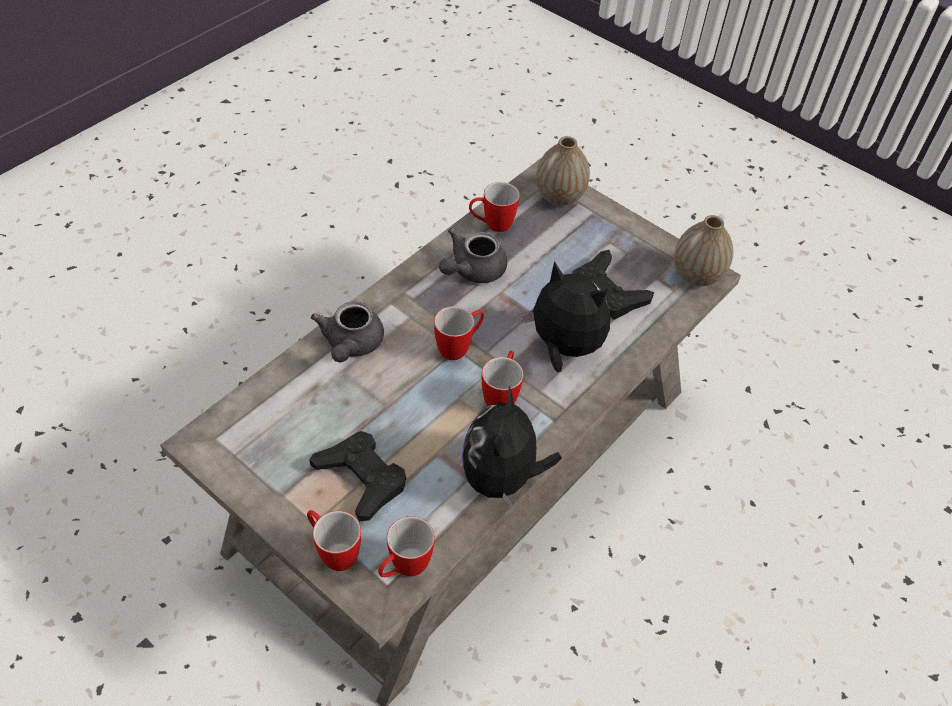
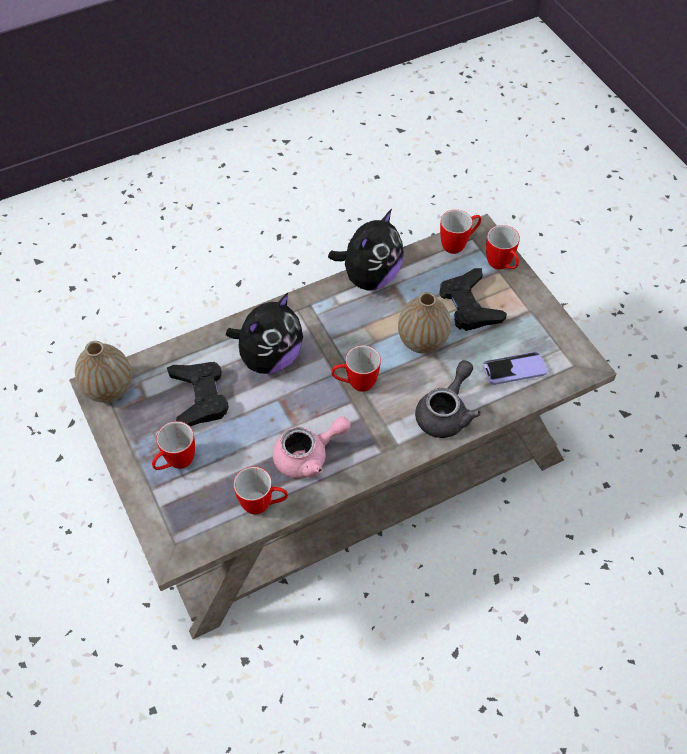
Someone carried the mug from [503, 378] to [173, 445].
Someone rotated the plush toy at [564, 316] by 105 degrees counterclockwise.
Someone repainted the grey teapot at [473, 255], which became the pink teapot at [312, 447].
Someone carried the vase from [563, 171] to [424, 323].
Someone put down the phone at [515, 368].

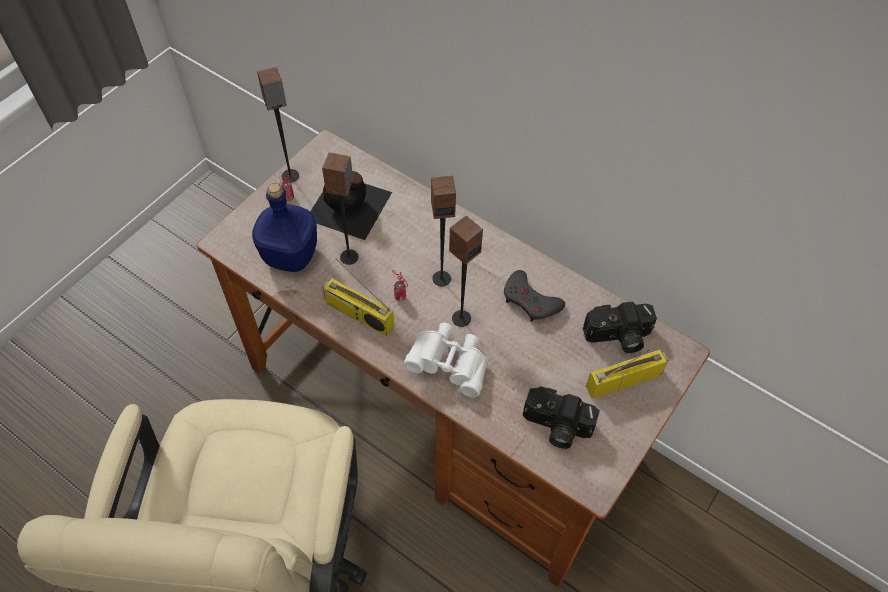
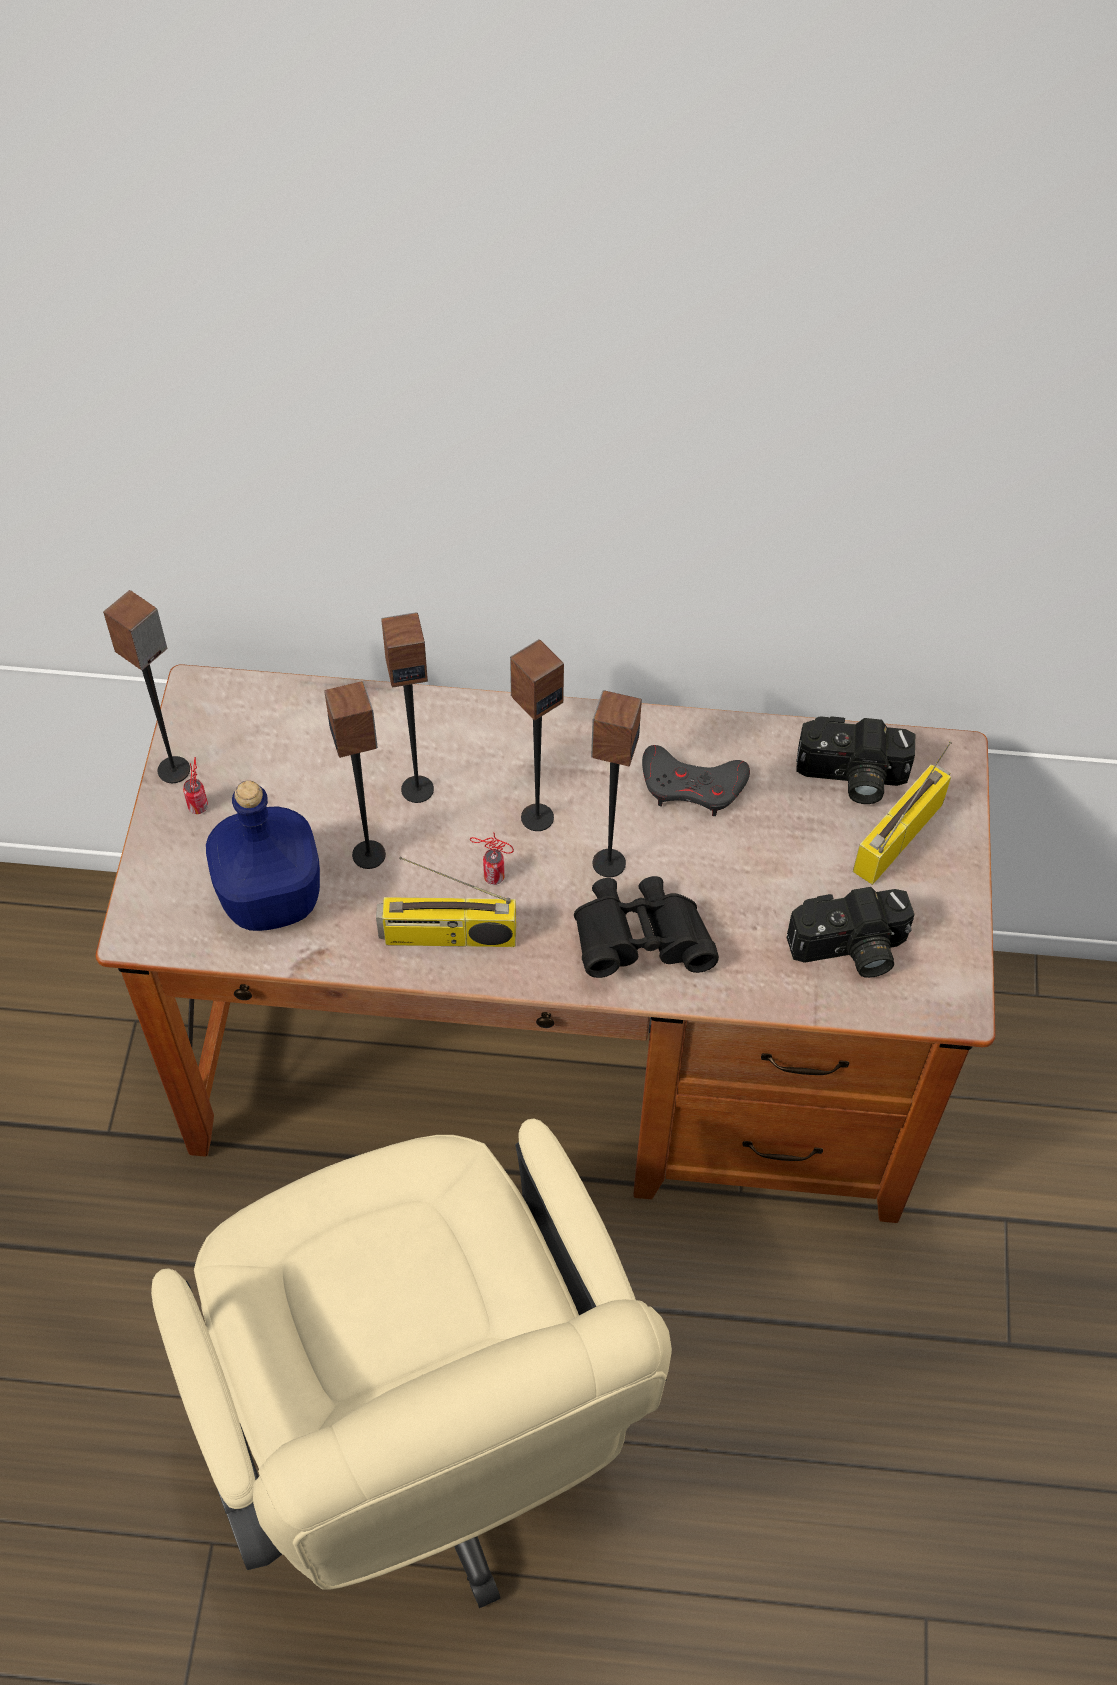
Someone put down the speaker at [407, 707].
Someone repainted the white binoculars at [446, 360], which became the black binoculars at [646, 927].
Someone rotated the photo camera at [620, 327] by 45 degrees clockwise.
Someone took away the black bottle at [351, 205].

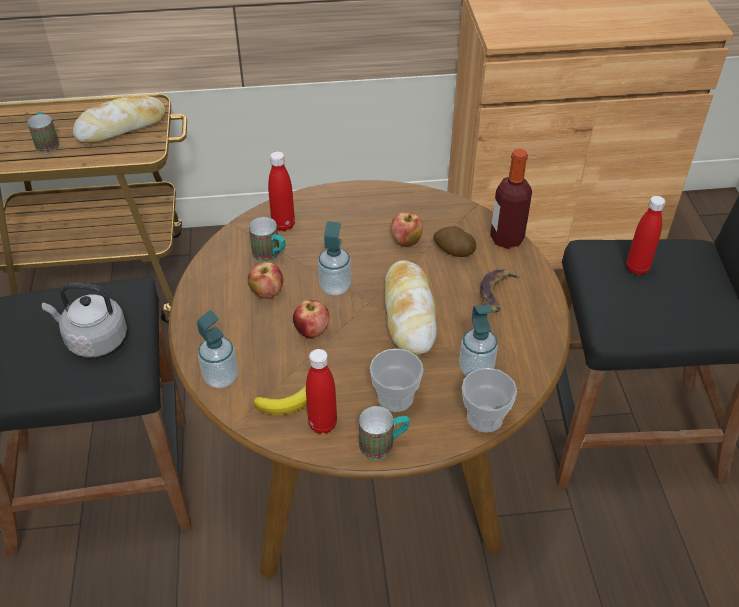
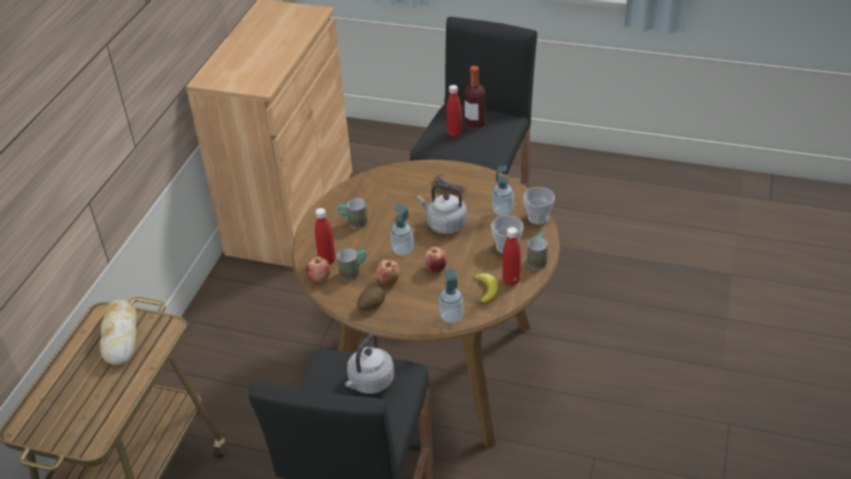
Someone carried the apple from [407, 229] to [318, 270].
Someone carried the mug from [44, 132] to [353, 213].
Someone carried the potato from [454, 241] to [371, 298].
Someone swapped the bread at [411, 307] for the grey kettle at [442, 209].
Someone carried the bottle from [511, 199] to [474, 97].

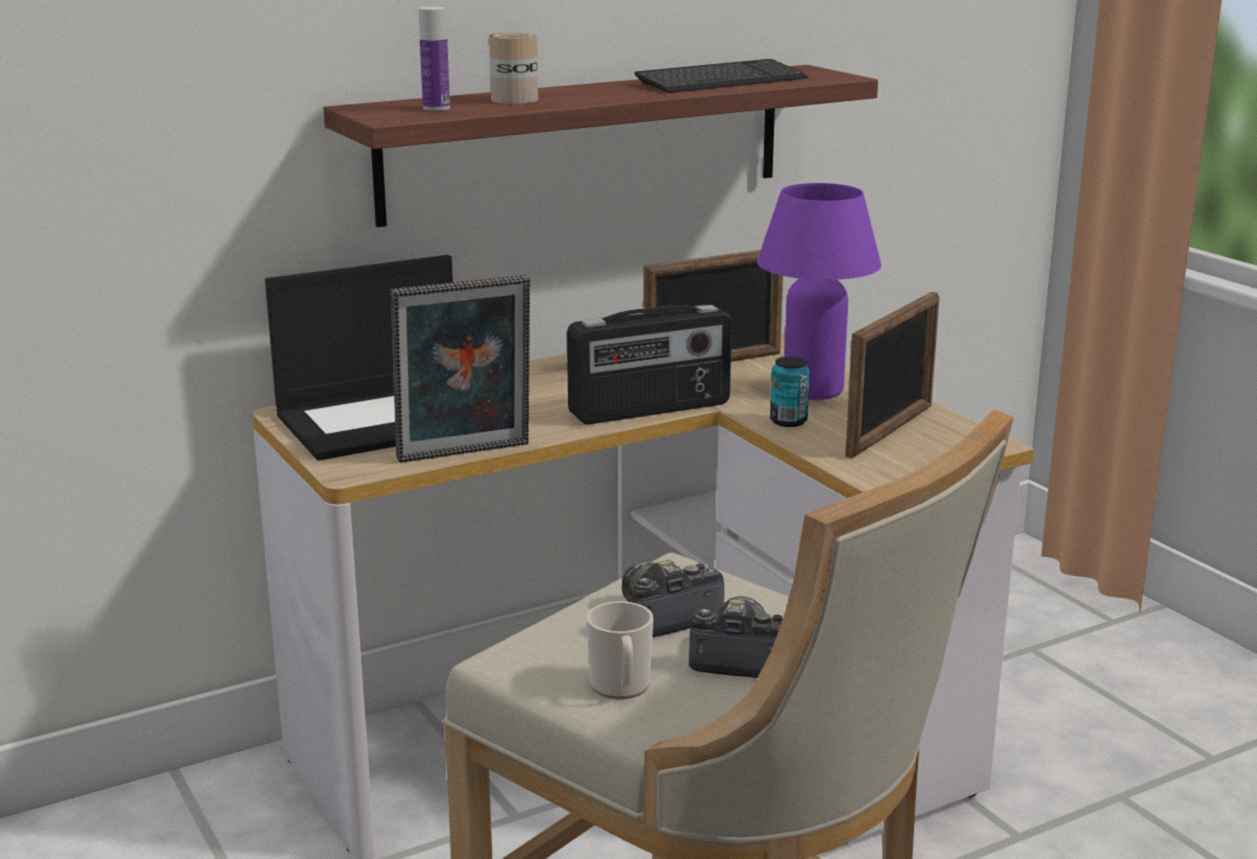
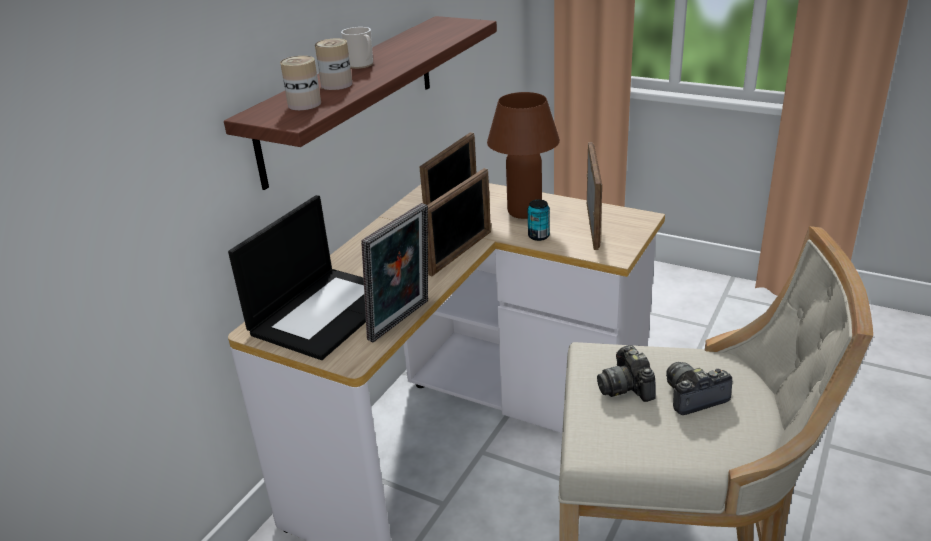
Someone swapped the bottle at [434, 59] for the can at [300, 83].
Someone carried the mug from [619, 650] to [357, 48].
Someone swapped the radio at [649, 364] for the picture frame at [459, 222].
Someone repainted the purple table lamp at [819, 291], which became the brown table lamp at [523, 155].
Someone rotated the photo camera at [673, 598] by 45 degrees counterclockwise.
Someone took away the keyboard at [721, 76].

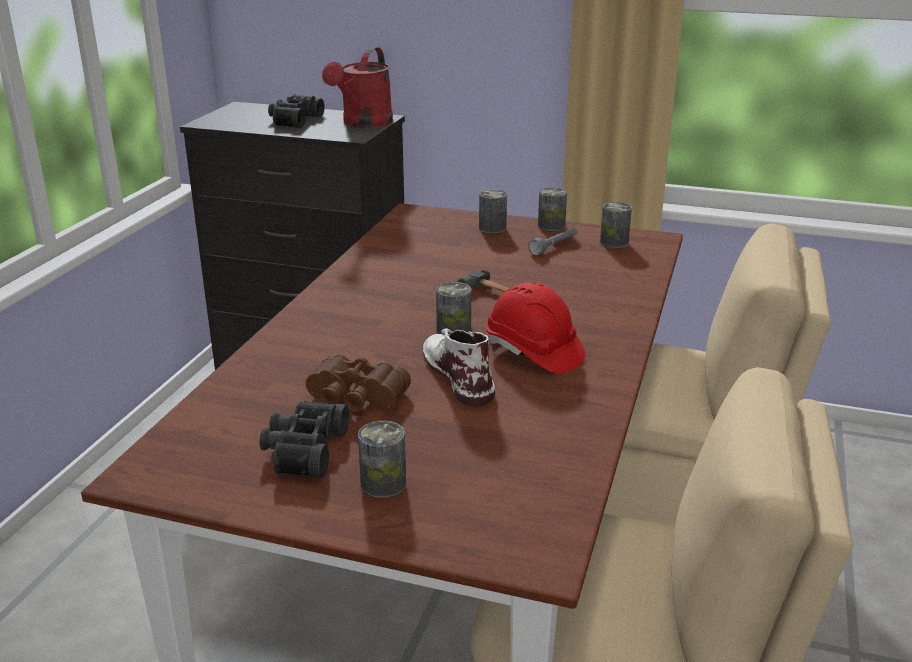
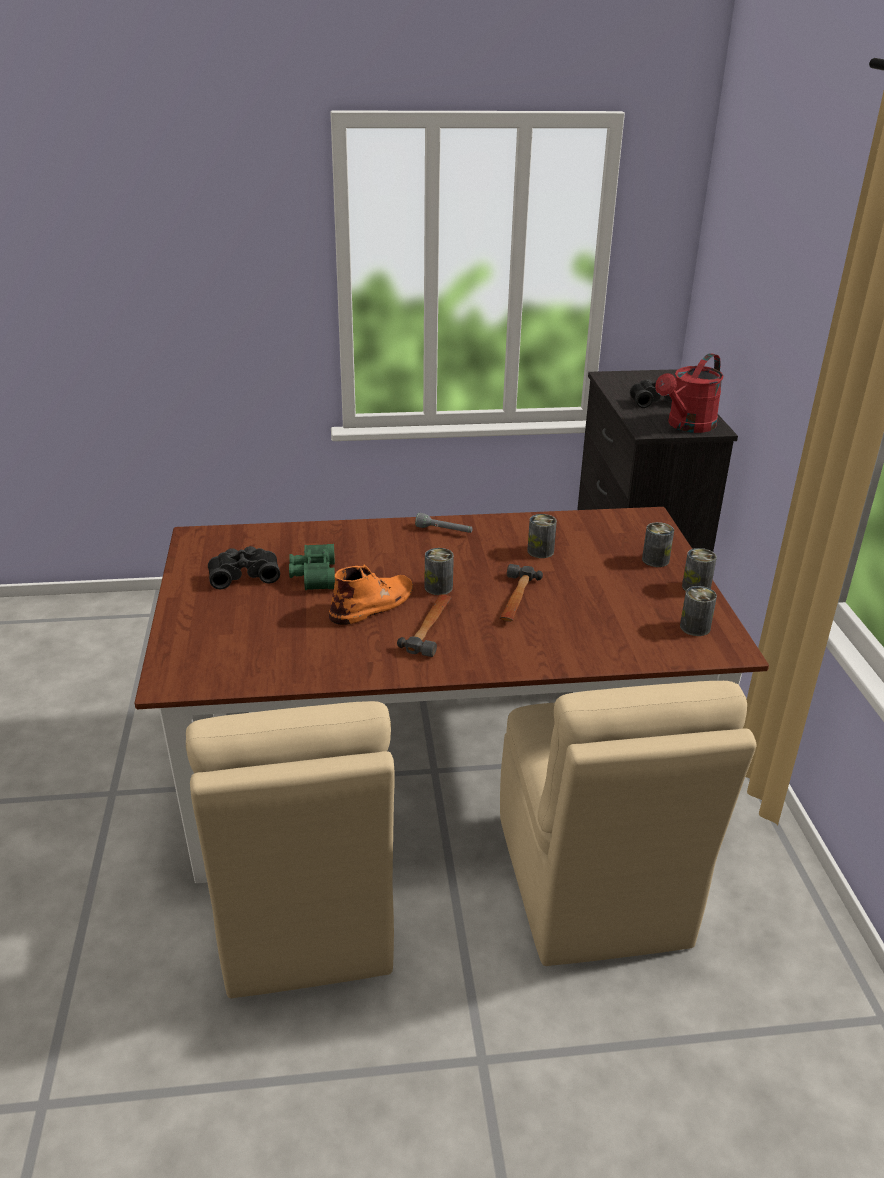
Someone repainted the brown binoculars at [358, 383], which became the green binoculars at [312, 567].
Someone repainted the white boot at [459, 367], which became the orange boot at [371, 594].
Someone swapped the red hard hat at [536, 328] for the hammer at [424, 625].
Someone carried the grey flashlight from [553, 241] to [444, 523].
Someone carried the can from [382, 459] to [542, 536].
Someone rotated the red watering can at [357, 87] by 45 degrees counterclockwise.

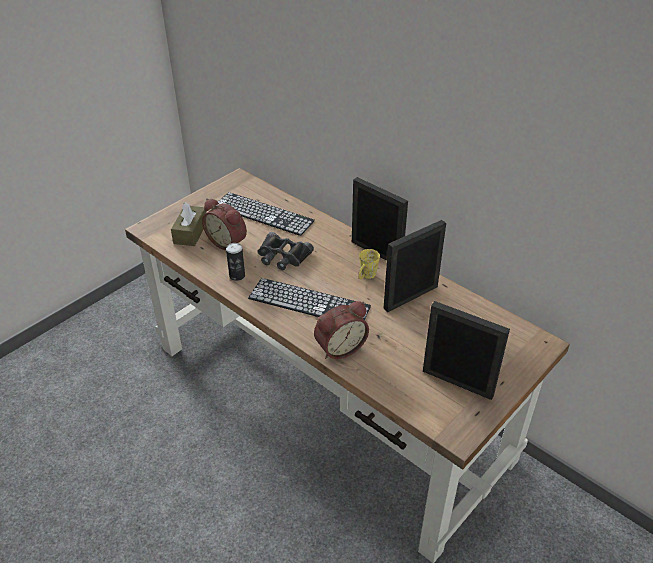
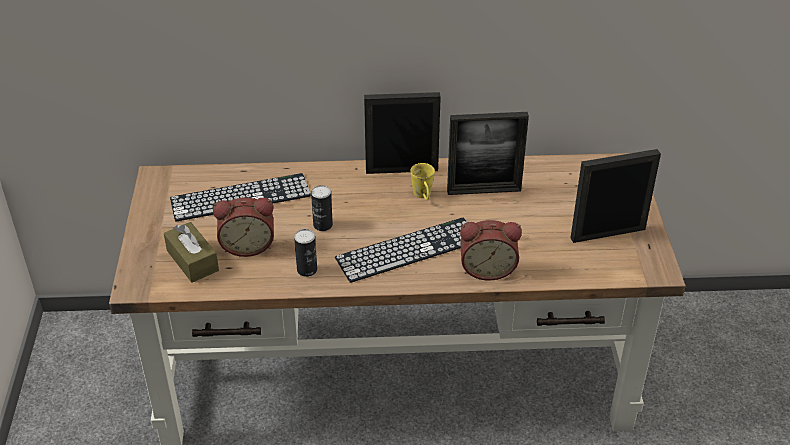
Someone swapped the black binoculars at [286, 251] for the can at [322, 208].
Someone rotated the picture frame at [414, 266] by 105 degrees counterclockwise.
Someone rotated the alarm clock at [341, 330] by 75 degrees clockwise.

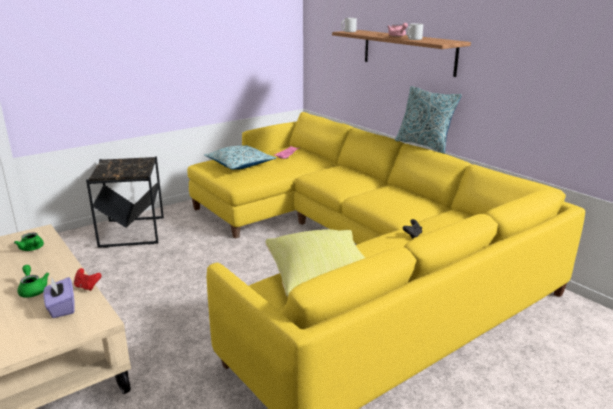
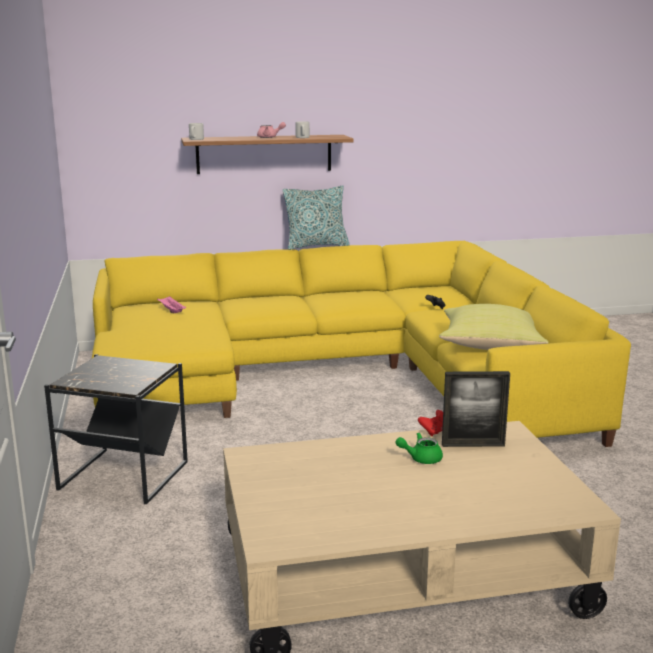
Someone swapped the purple tissue box at [59, 297] for the picture frame at [476, 409].
Someone took away the green teapot at [29, 242].
Someone took away the pillow at [240, 157].

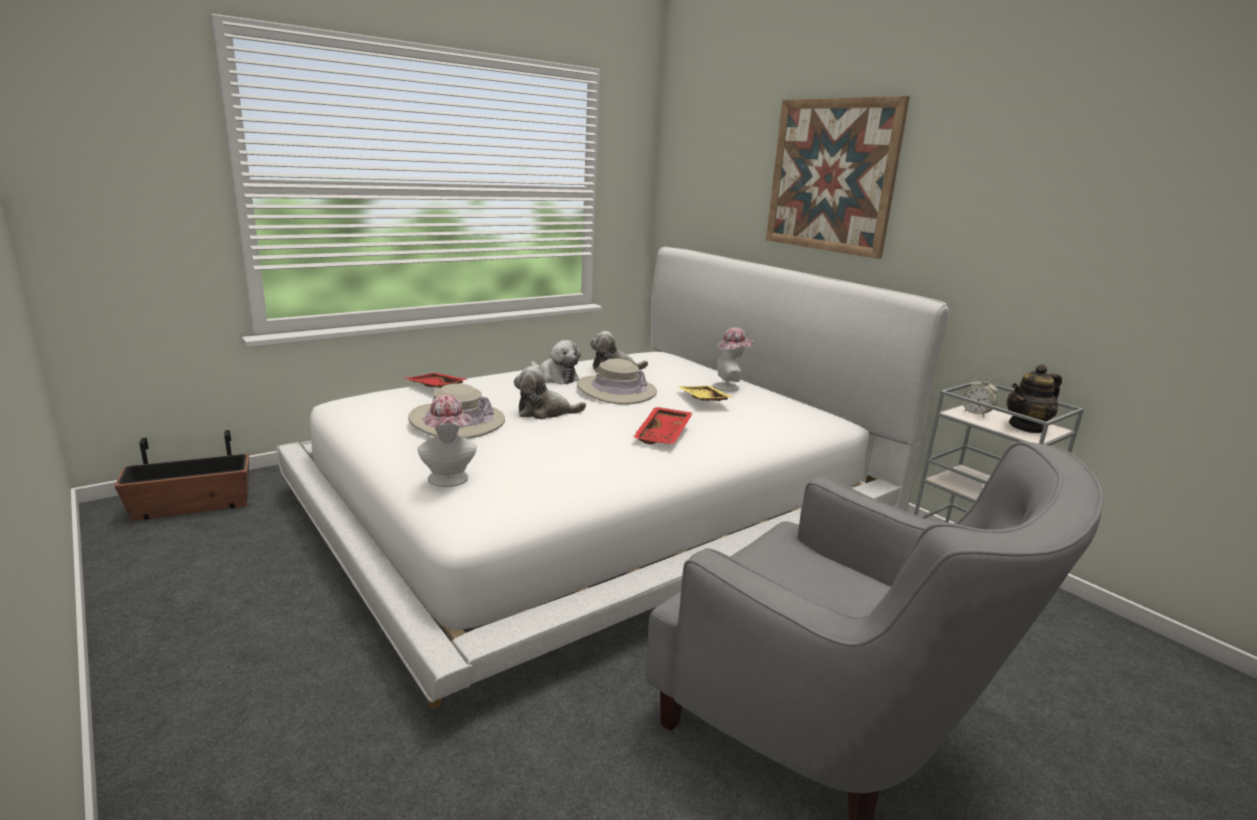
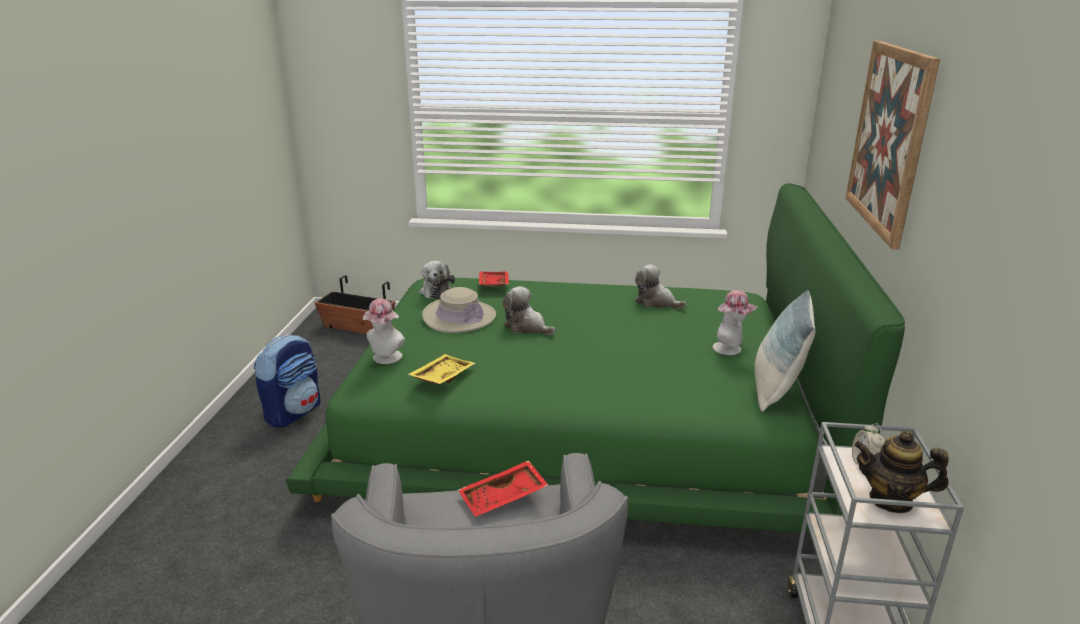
Someone put down the backpack at [287, 381].
Someone repainted the white bed at [612, 477], which became the green bed at [595, 358].
Someone carried the yellow tray from [705, 393] to [441, 369].
Someone carried the plush toy from [556, 362] to [437, 280].
Someone carried the red tray from [662, 425] to [503, 488].
Someone put down the pillow at [785, 351].
Someone took away the beige hat at [617, 381].

